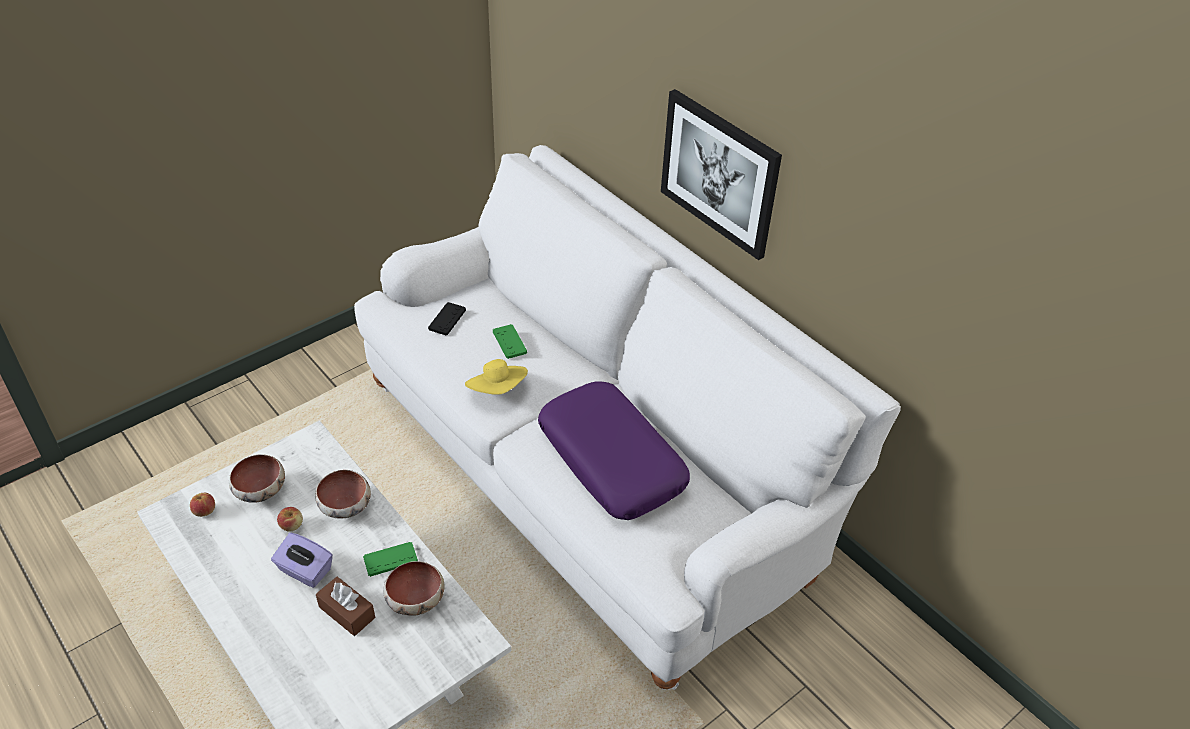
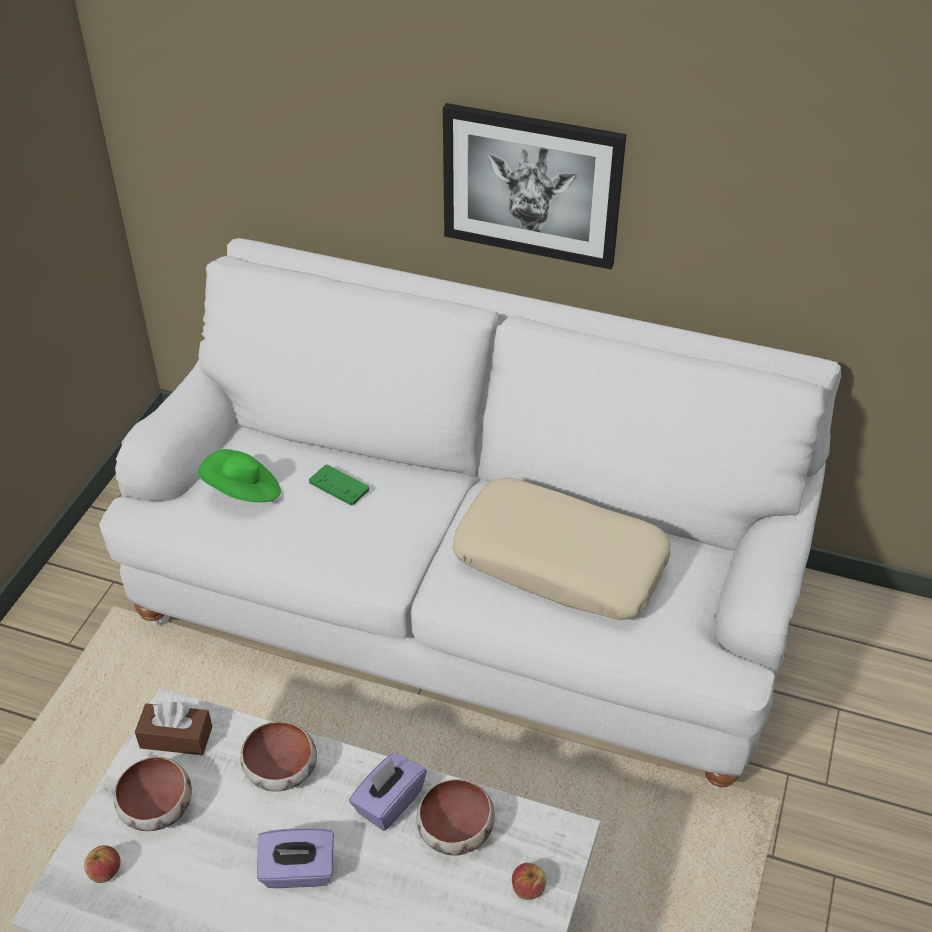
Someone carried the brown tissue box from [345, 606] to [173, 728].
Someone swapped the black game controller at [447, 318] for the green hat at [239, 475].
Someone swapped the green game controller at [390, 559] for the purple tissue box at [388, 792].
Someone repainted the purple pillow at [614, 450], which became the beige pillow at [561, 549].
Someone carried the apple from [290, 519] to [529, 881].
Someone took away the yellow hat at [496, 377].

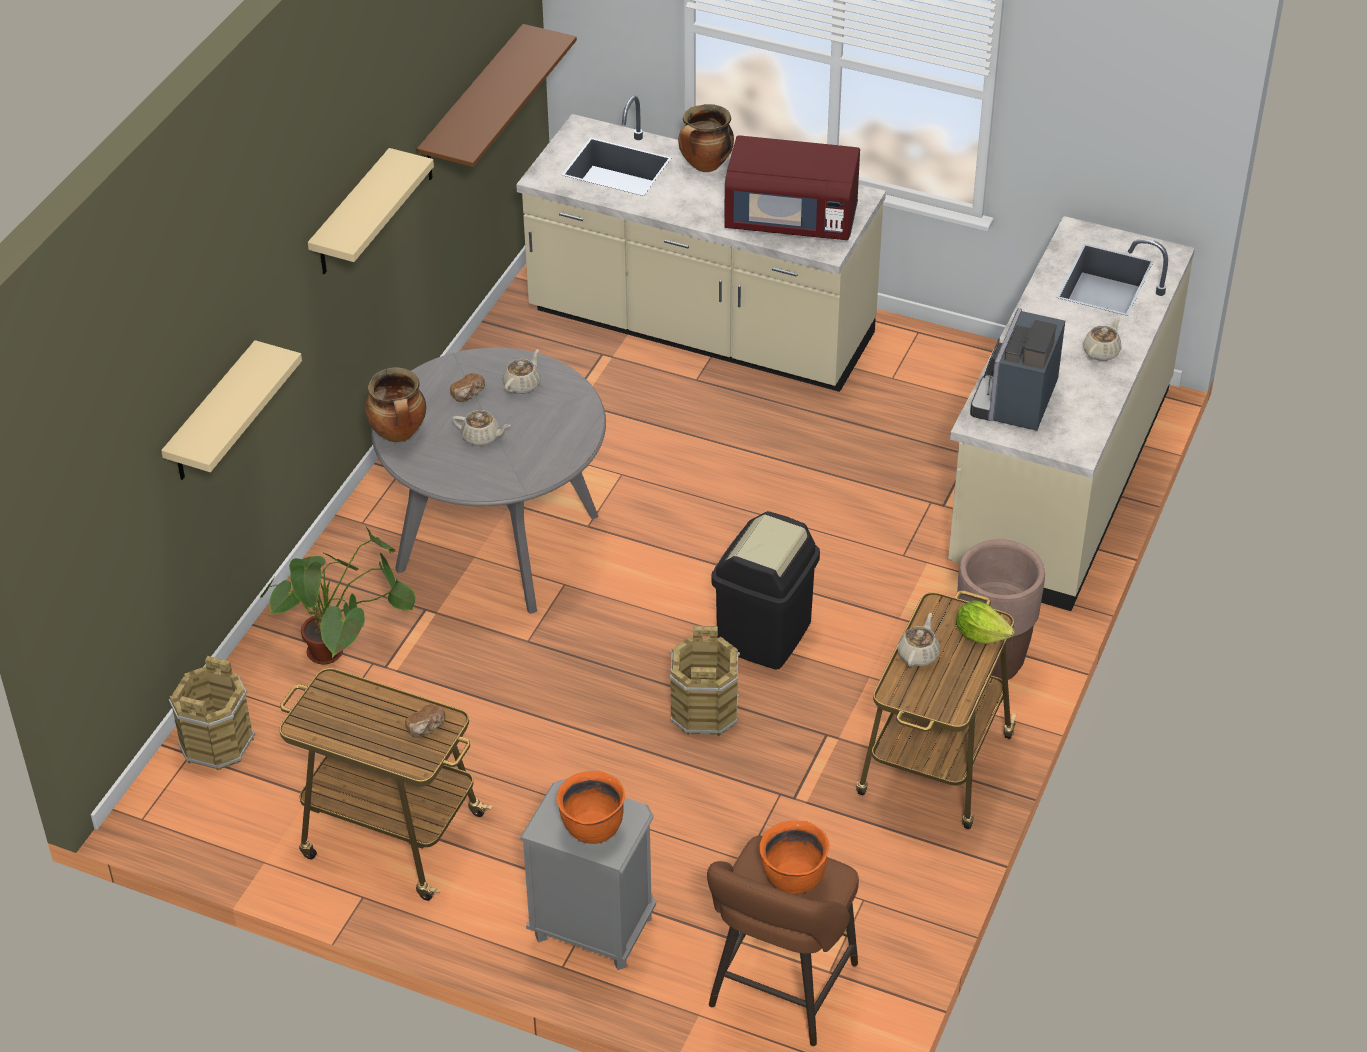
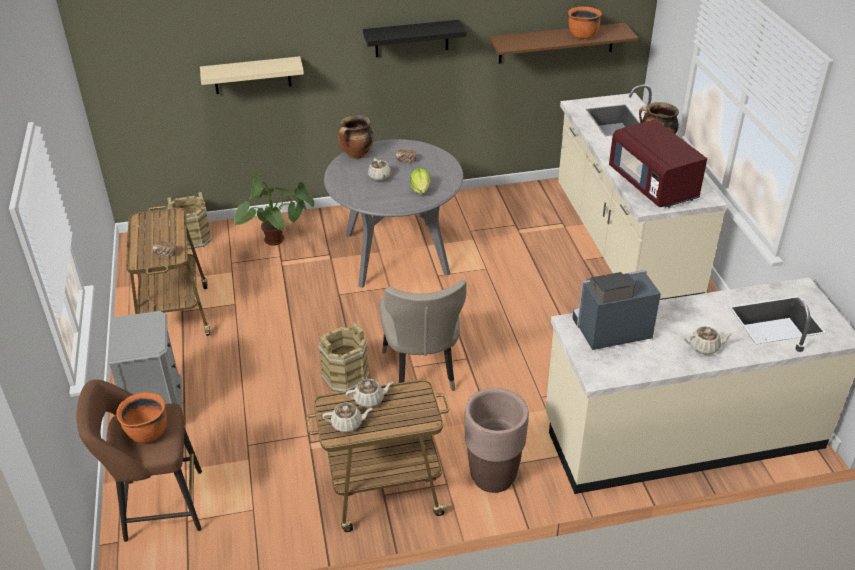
Someone carried the beige teapot from [522, 371] to [347, 417].
Someone repainted the beige shelf at [371, 211], which became the black shelf at [414, 38].
Someone swapped the black trash can at [765, 590] for the beige chair at [422, 335].
Someone carried the lettuce from [985, 622] to [420, 181].
Someone carried the orange cooking pot from [590, 807] to [585, 23].

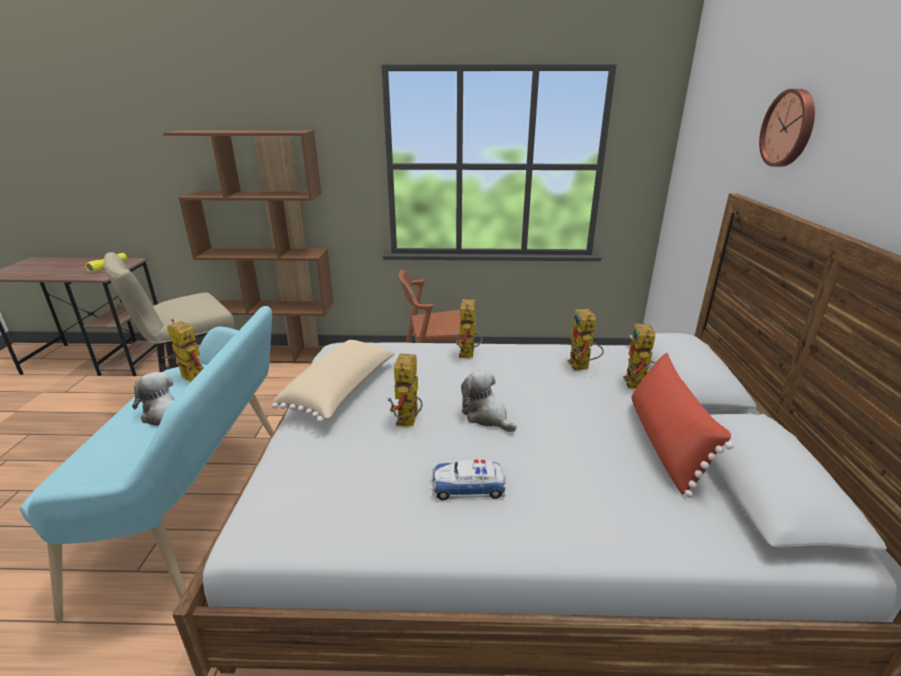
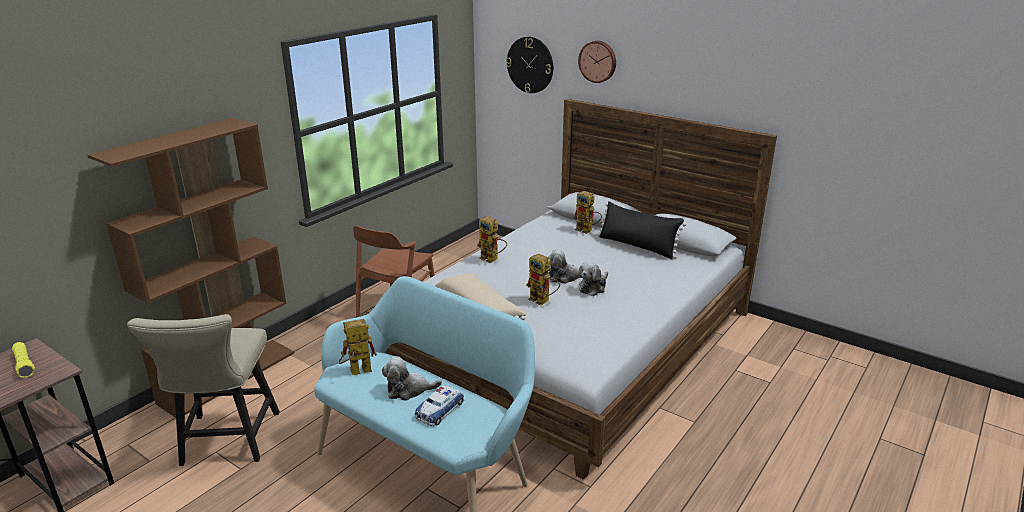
Someone carried the toy car from [469, 480] to [439, 406].
Someone put up the wall clock at [529, 65].
Someone put down the plush toy at [593, 279].
Someone repainted the red pillow at [683, 425], which became the black pillow at [641, 230].
Someone took away the toy robot at [585, 340].

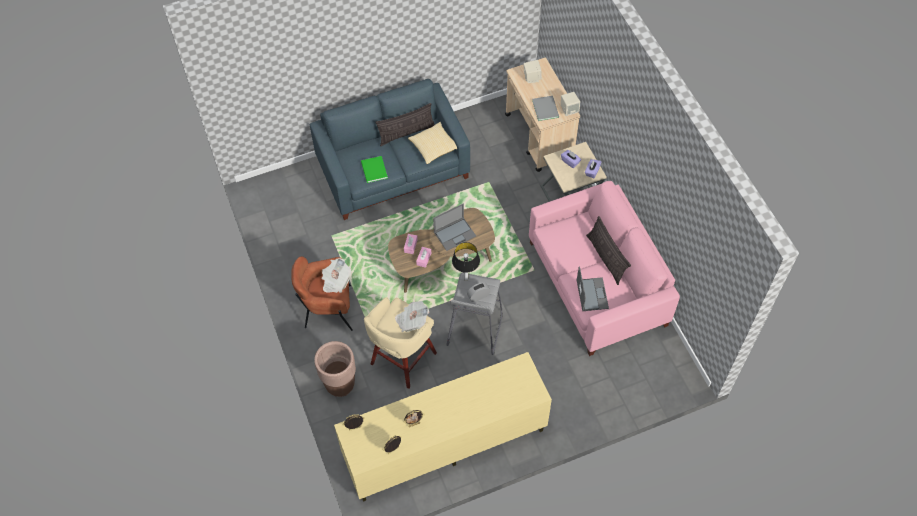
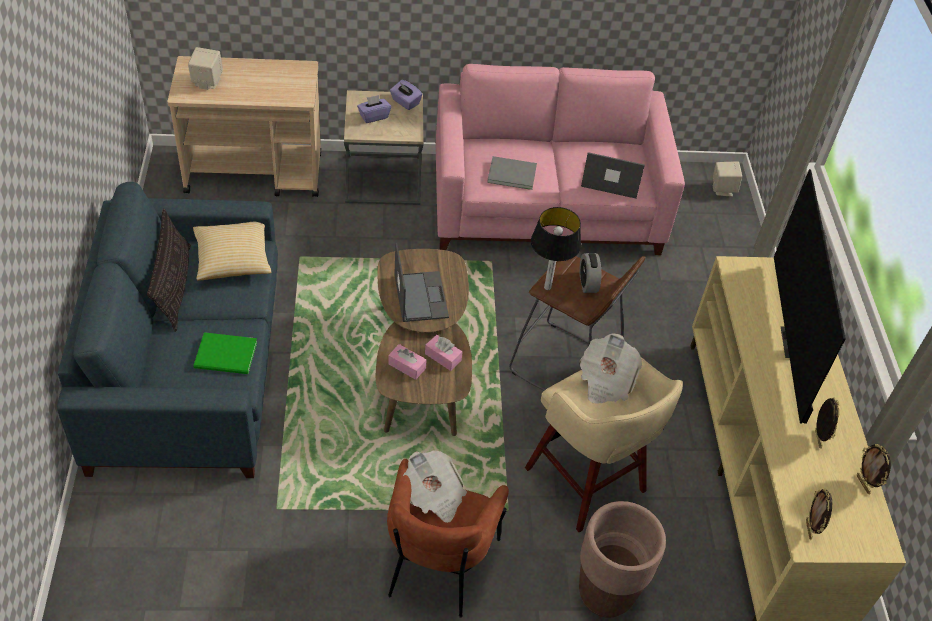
Someone carried the grey book from [545, 108] to [512, 173].
Someone repainted the grey stool at [474, 314], which became the brown stool at [577, 323].
Someone carried the beige speaker from [570, 104] to [727, 179].
Someone put down the television at [810, 296].
Someone took away the pillow at [608, 250].

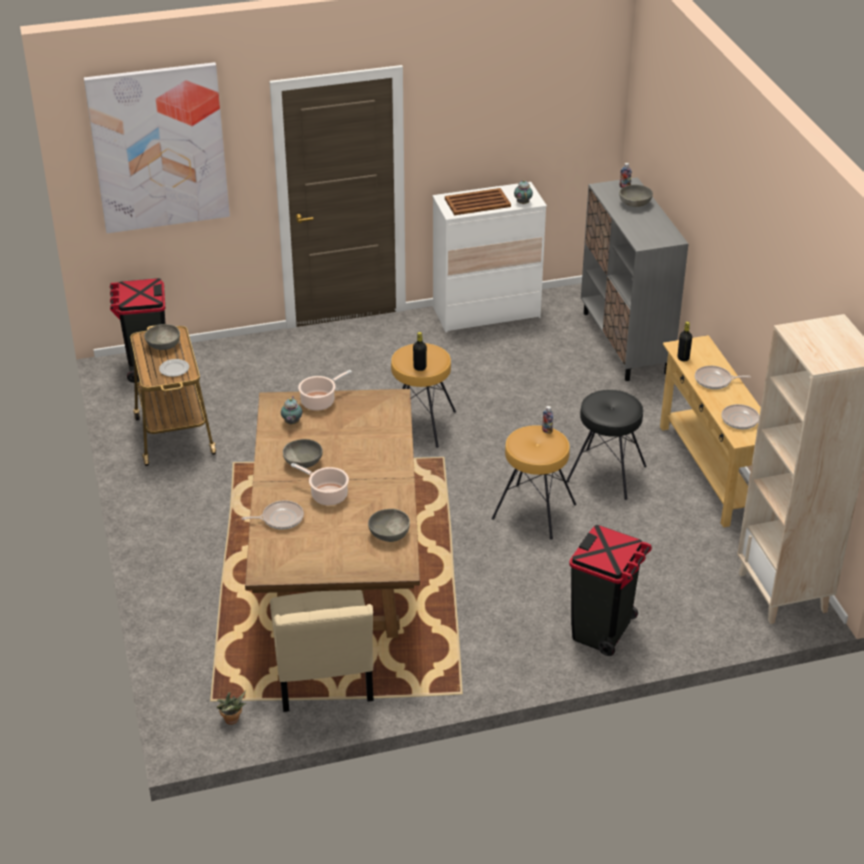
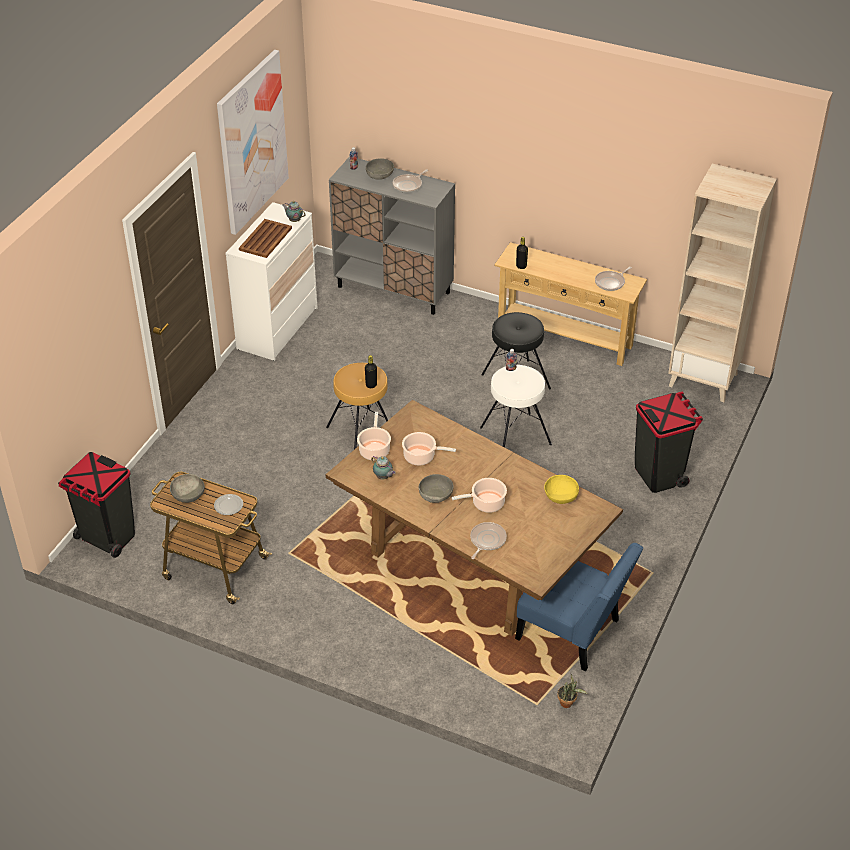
Someone carried the picture from [157, 147] to [253, 142].
Someone carried the frying pan from [723, 377] to [410, 181].
Someone put down the cooking pot at [429, 448].
Someone repainted the brown stool at [534, 482], which became the white stool at [516, 406].
Someone repainted the beige chair at [322, 651], which became the blue chair at [579, 607].
Someone repainted the grey bowl at [389, 525], which became the yellow bowl at [561, 489].

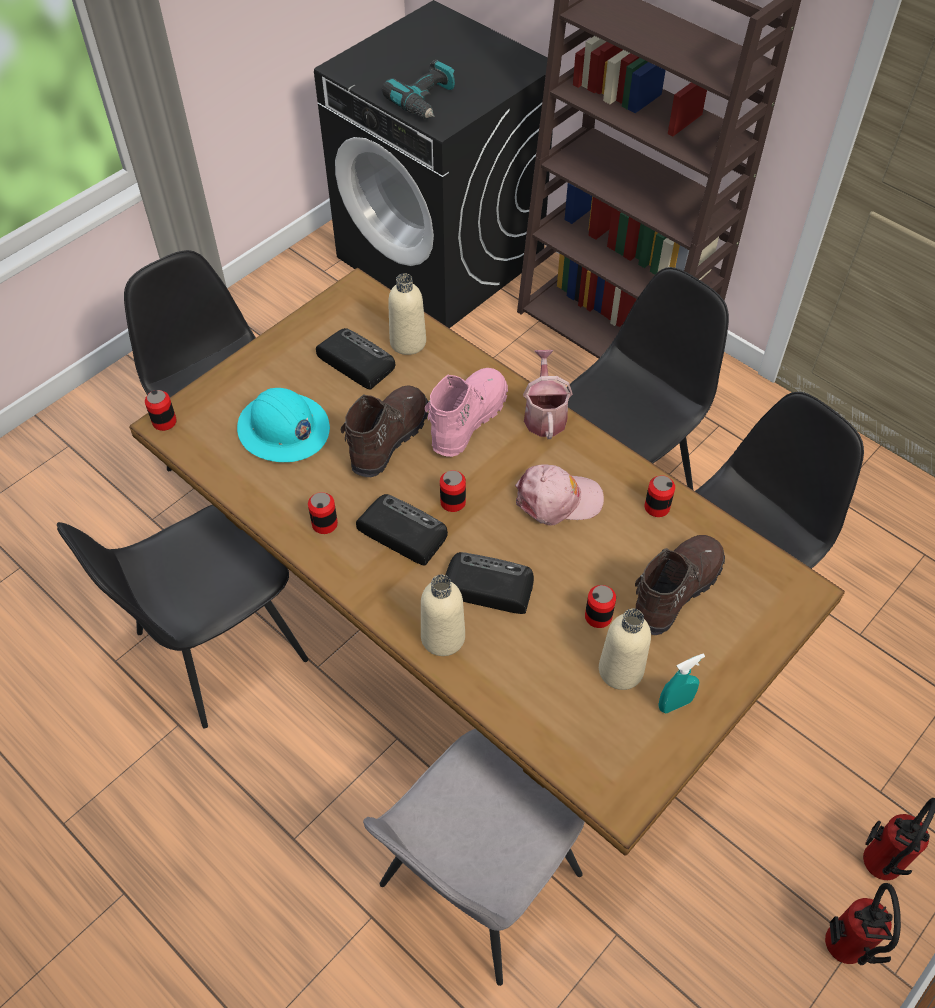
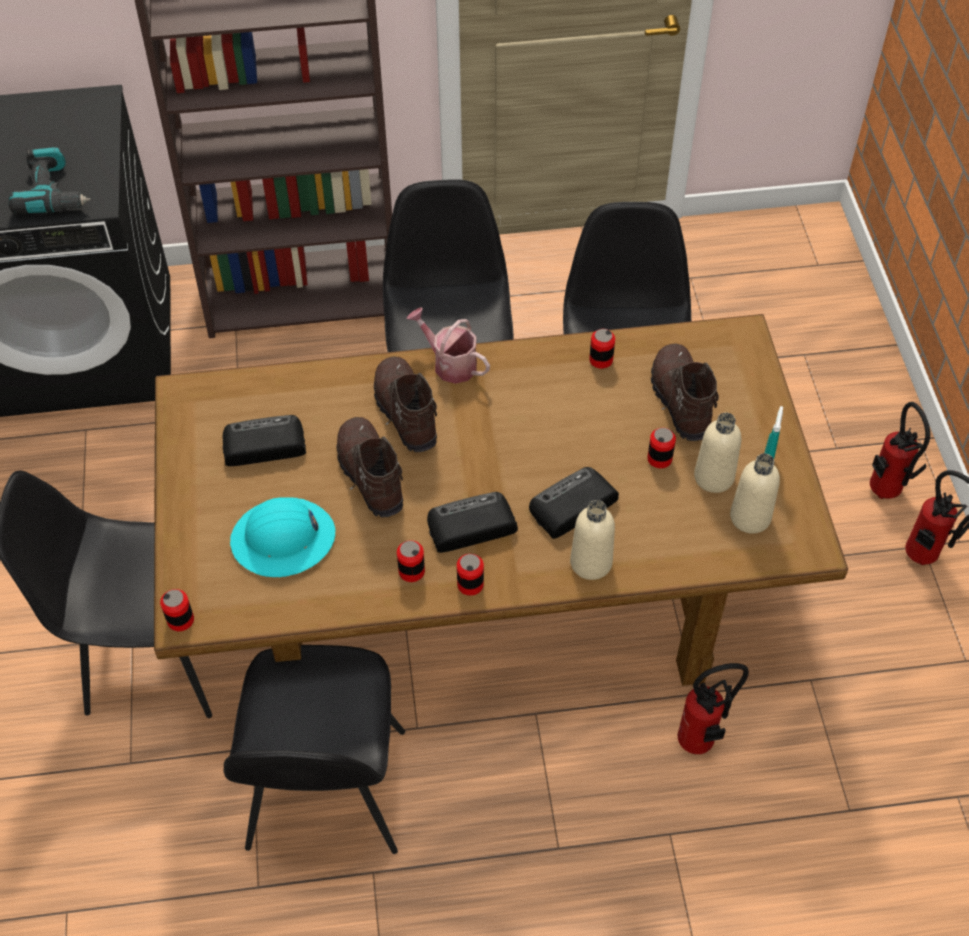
Someone repainted the pink boot at [466, 412], which became the brown boot at [405, 404].
Someone carried the can from [453, 491] to [470, 575].
Someone swapped the grey chair at [474, 857] for the fire extinguisher at [713, 708].
Someone carried the beige bottle from [407, 314] to [755, 493].
Someone took away the pink cap at [559, 495].

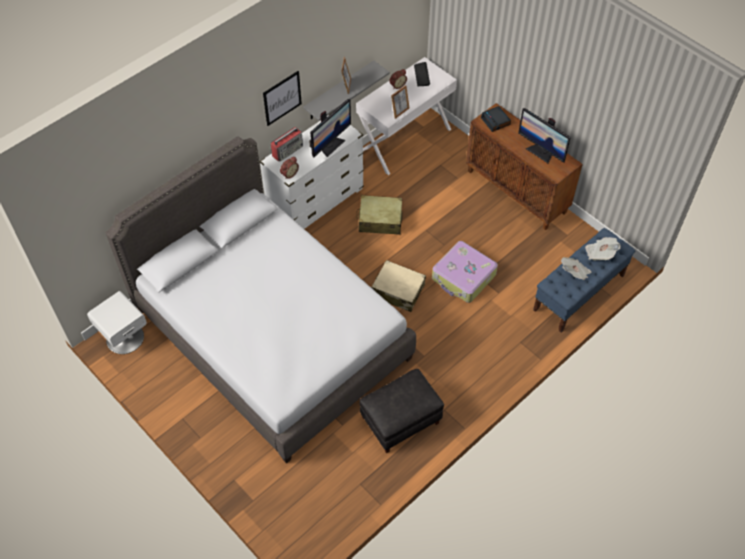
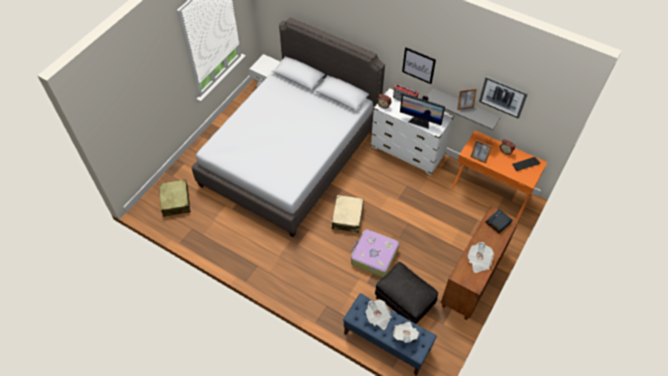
Someone carried the beige suitcase from [380, 215] to [174, 198].
Someone carried the black ottoman from [402, 411] to [407, 293].
Someone repainted the white desk at [406, 116], which became the orange desk at [500, 174].
Someone swapped the monitor at [544, 135] for the newspaper at [480, 257].
Someone put up the picture at [503, 97].

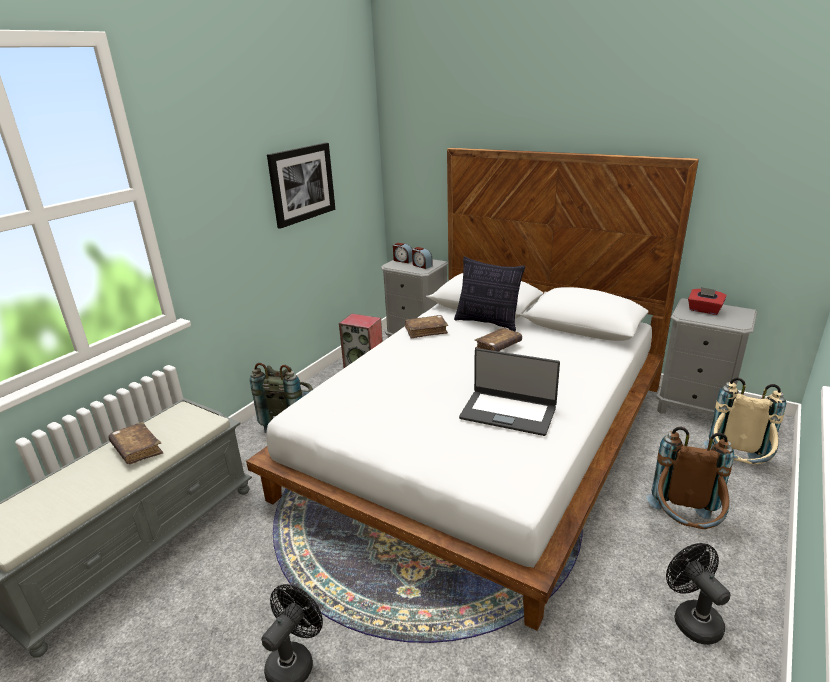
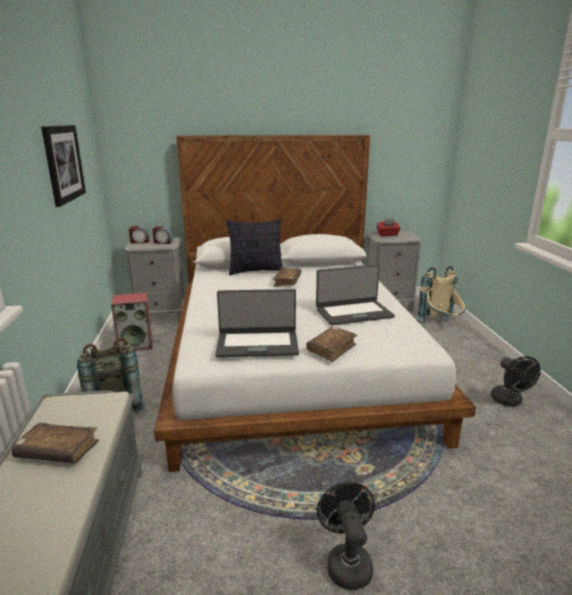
Someone put down the laptop at [257, 323].
Someone carried the brown book from [426, 326] to [331, 344].
Someone rotated the black fan at [698, 594] by 135 degrees counterclockwise.
Someone took away the brown backpack at [690, 478].

